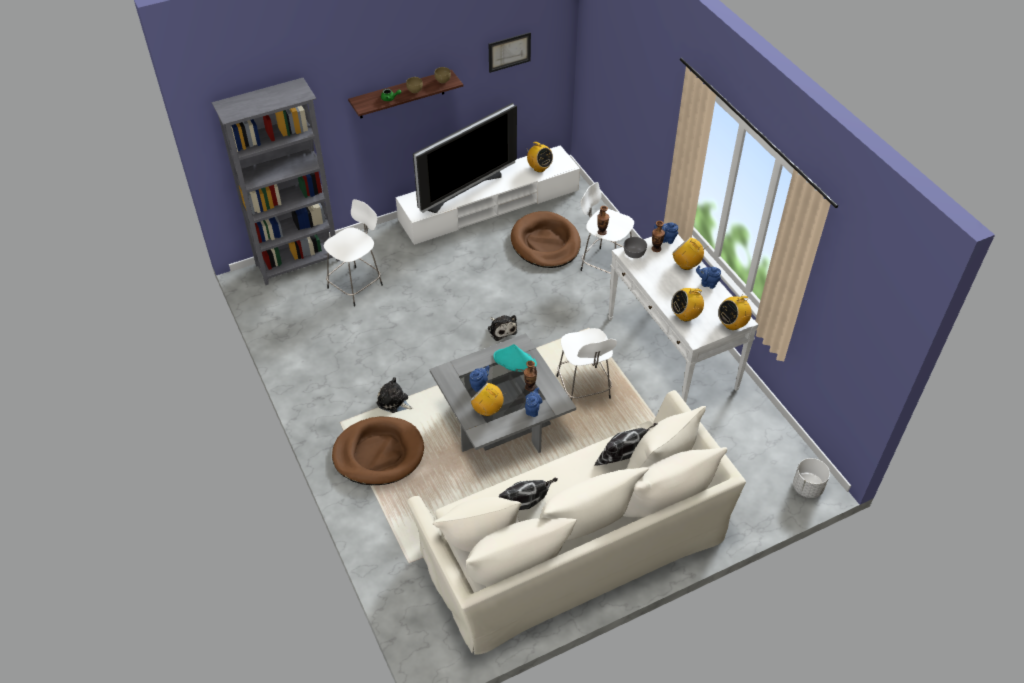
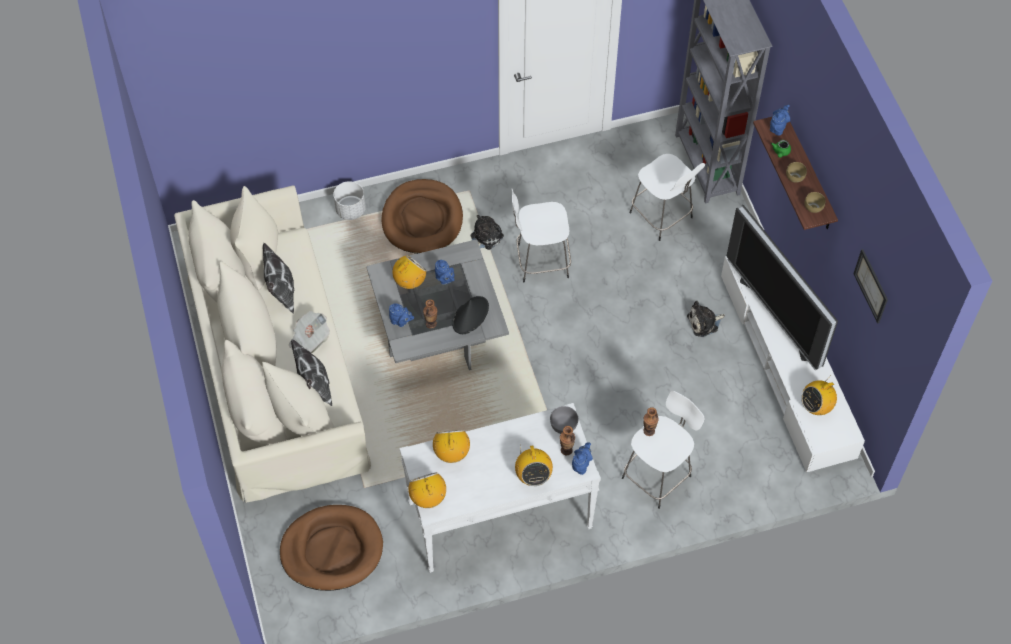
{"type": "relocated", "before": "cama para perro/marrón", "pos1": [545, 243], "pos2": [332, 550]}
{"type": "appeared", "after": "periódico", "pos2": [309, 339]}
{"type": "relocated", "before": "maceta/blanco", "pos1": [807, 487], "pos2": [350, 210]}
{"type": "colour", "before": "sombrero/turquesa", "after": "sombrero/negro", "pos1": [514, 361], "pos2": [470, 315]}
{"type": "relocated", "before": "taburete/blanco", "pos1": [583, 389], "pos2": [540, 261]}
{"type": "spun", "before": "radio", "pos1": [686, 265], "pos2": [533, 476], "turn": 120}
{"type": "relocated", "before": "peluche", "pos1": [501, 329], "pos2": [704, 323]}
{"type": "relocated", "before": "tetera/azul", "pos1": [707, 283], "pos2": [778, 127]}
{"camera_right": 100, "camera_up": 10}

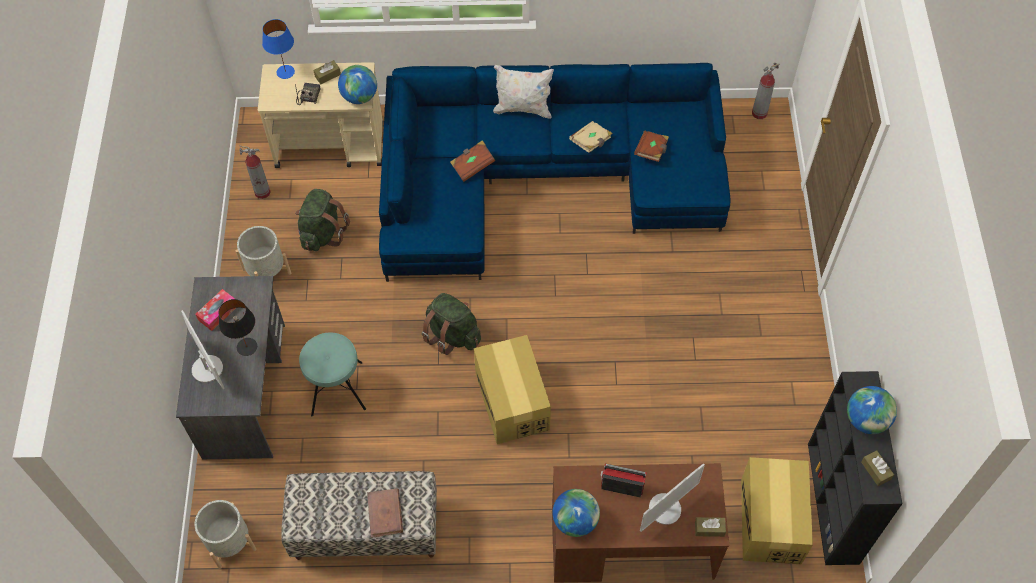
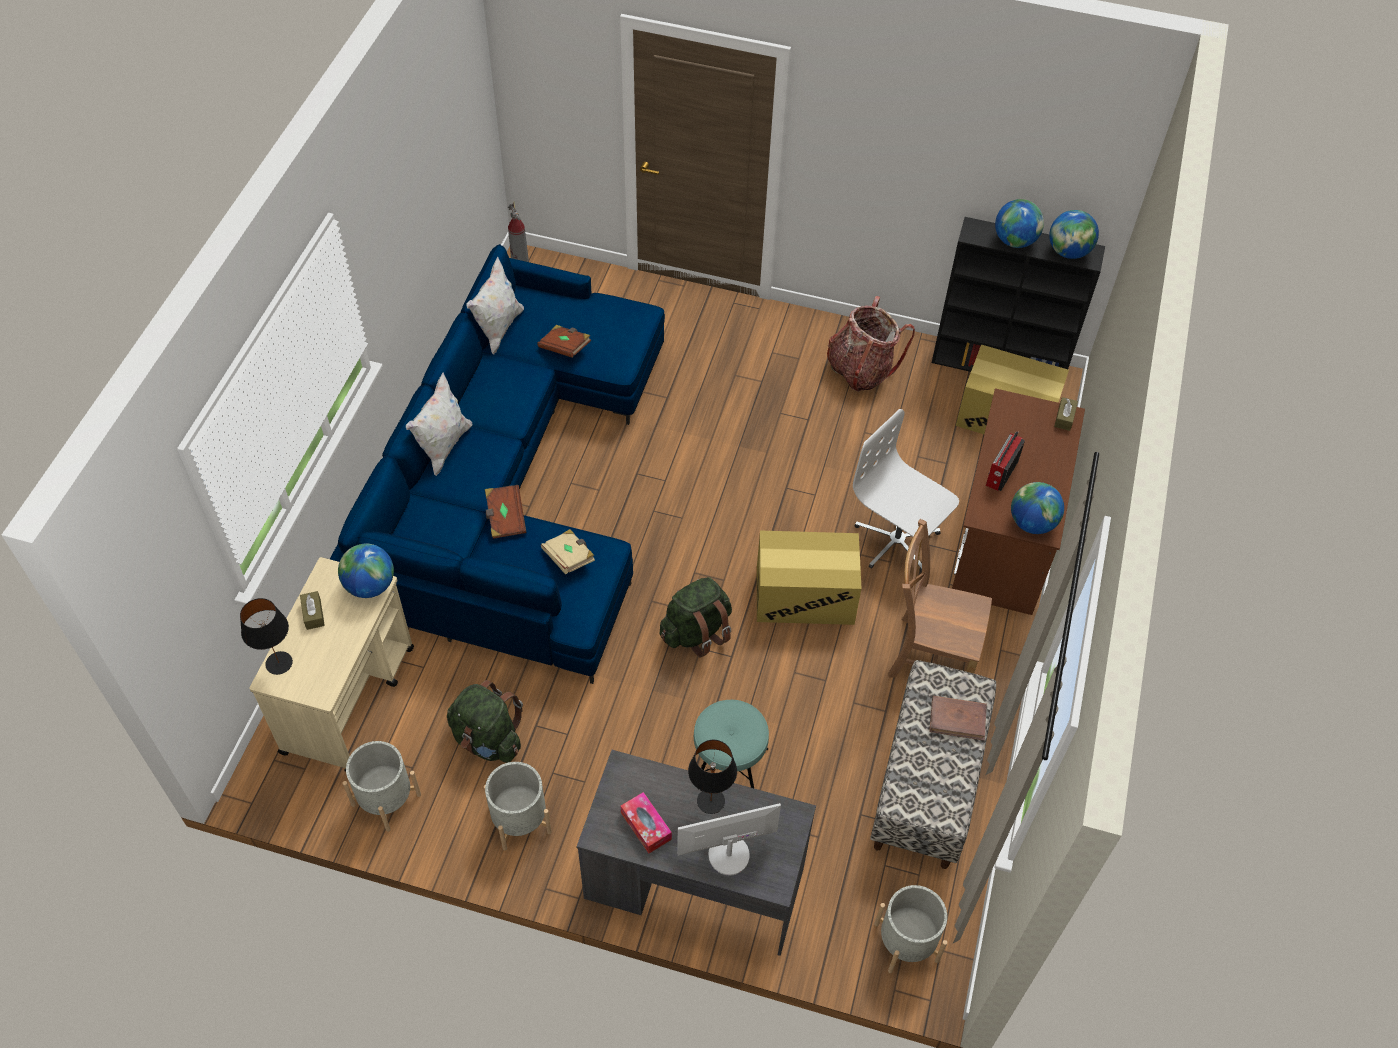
{"type": "colour", "before": "lámpara de mesa/azul", "after": "lámpara de mesa/negro", "pos1": [285, 72], "pos2": [278, 663]}
{"type": "exchanged", "before": "extintor", "after": "maceta/gris", "pos1": [262, 192], "pos2": [386, 799]}
{"type": "appeared", "after": "cojín/blanco", "pos2": [498, 329]}
{"type": "relocated", "before": "libro/beis", "pos1": [591, 142], "pos2": [569, 557]}
{"type": "appeared", "after": "mochila", "pos2": [861, 370]}
{"type": "appeared", "after": "silla de oficina/blanco", "pos2": [896, 541]}
{"type": "appeared", "after": "silla/marrón", "pos2": [929, 654]}
{"type": "exchanged", "before": "caja de pañuelos/marrón", "after": "globo terráqueo", "pos1": [875, 470], "pos2": [1068, 252]}
{"type": "missing", "before": "radio", "pos1": [308, 96]}
{"type": "missing", "before": "monitor", "pos1": [665, 509]}
{"camera_right": -75, "camera_up": -5}

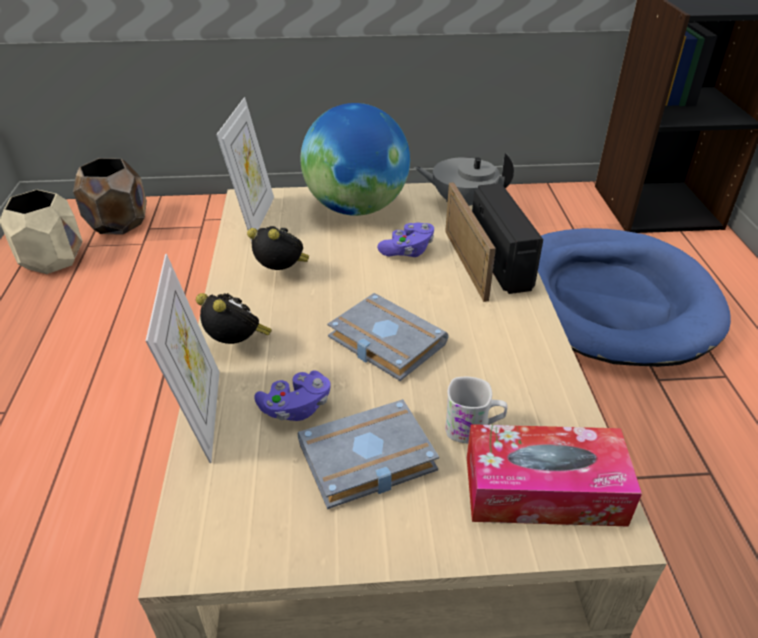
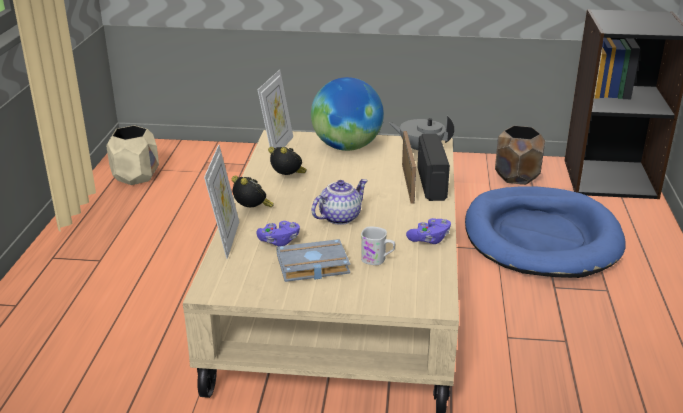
{"type": "exchanged", "before": "libro/gris", "after": "tetera", "pos1": [383, 342], "pos2": [339, 217]}
{"type": "relocated", "before": "mando de consola/morado", "pos1": [407, 251], "pos2": [429, 239]}
{"type": "relocated", "before": "maceta/marrón", "pos1": [119, 223], "pos2": [517, 176]}
{"type": "missing", "before": "caja de pañuelos", "pos1": [543, 490]}
{"camera_right": 10, "camera_up": -10}

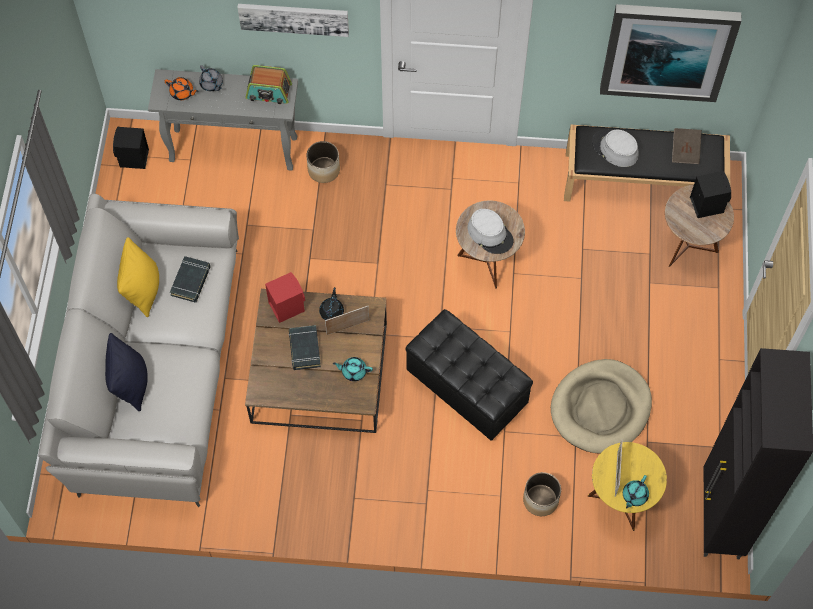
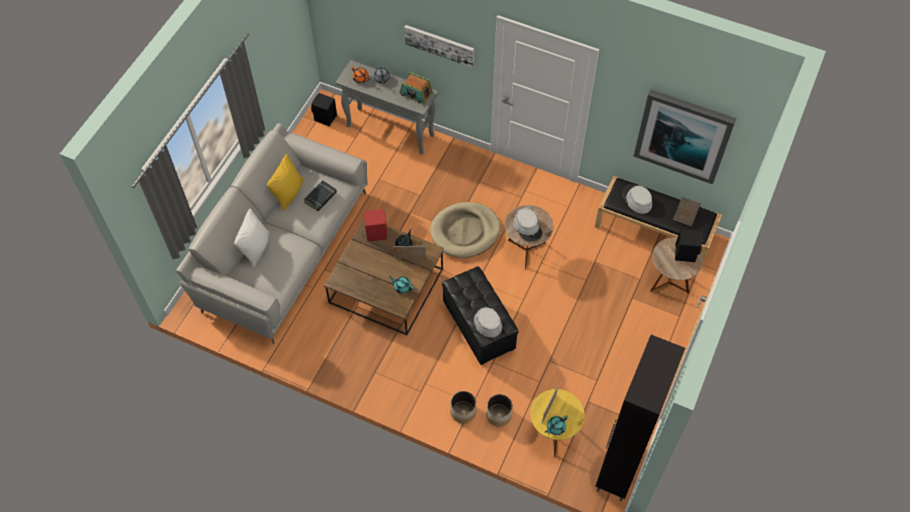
{"type": "colour", "before": "cojín/negro", "after": "cojín/blanco", "pos1": [131, 383], "pos2": [256, 248]}
{"type": "relocated", "before": "cama para perro/beis", "pos1": [600, 408], "pos2": [465, 231]}
{"type": "relocated", "before": "maceta", "pos1": [324, 170], "pos2": [463, 412]}
{"type": "appeared", "after": "sombrero/gris", "pos2": [485, 321]}
{"type": "missing", "before": "libro/negro", "pos1": [304, 349]}
{"camera_right": 20, "camera_up": -5}

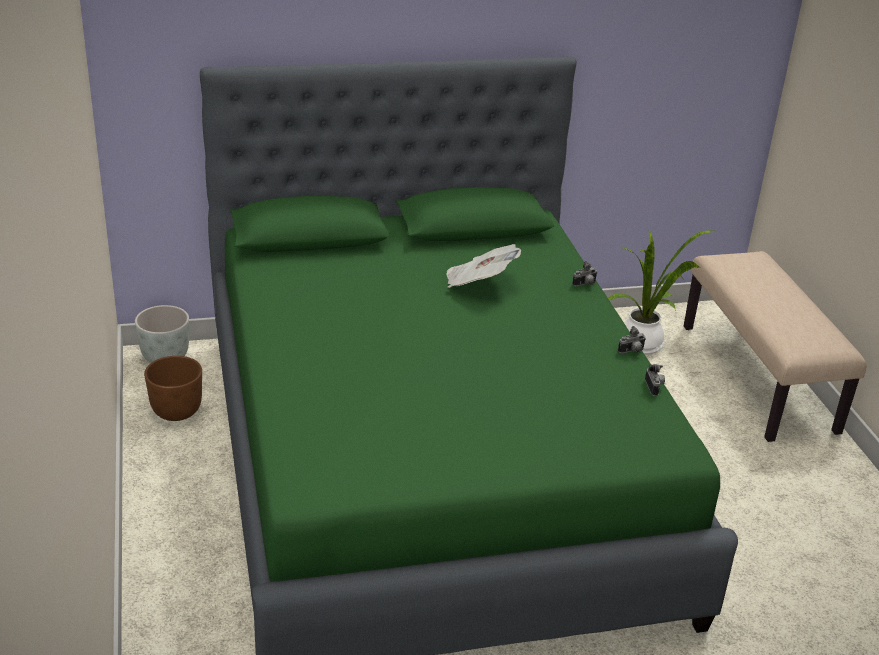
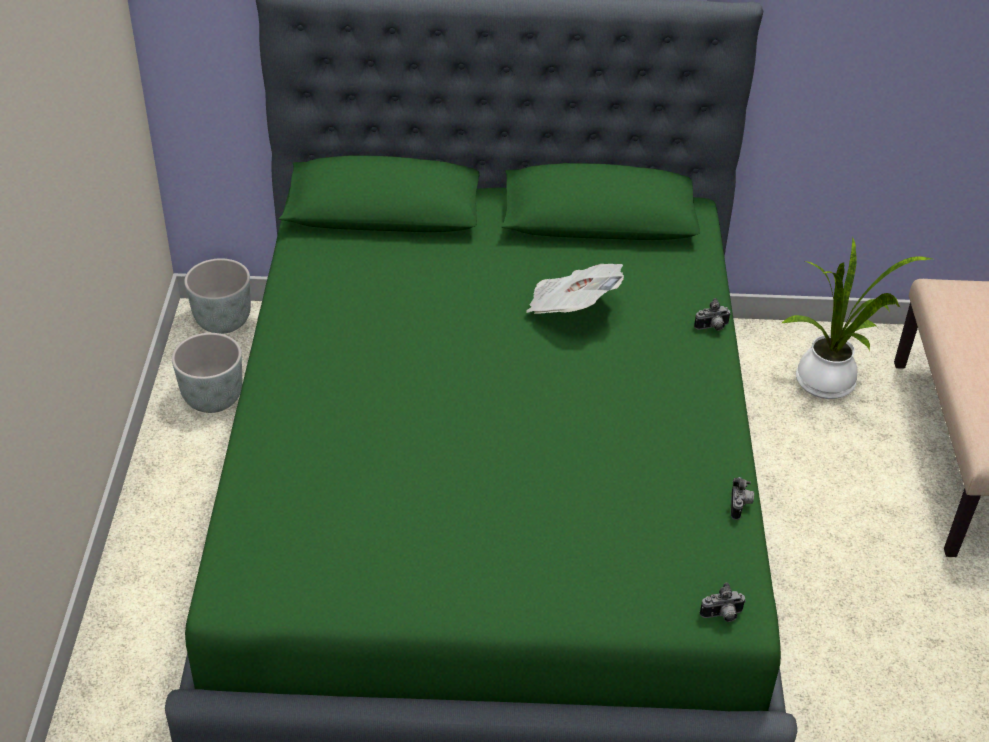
{"type": "colour", "before": "maceta/marrón", "after": "maceta/gris", "pos1": [176, 411], "pos2": [212, 399]}
{"type": "relocated", "before": "cámara", "pos1": [632, 351], "pos2": [722, 616]}
{"camera_right": 15, "camera_up": 10}

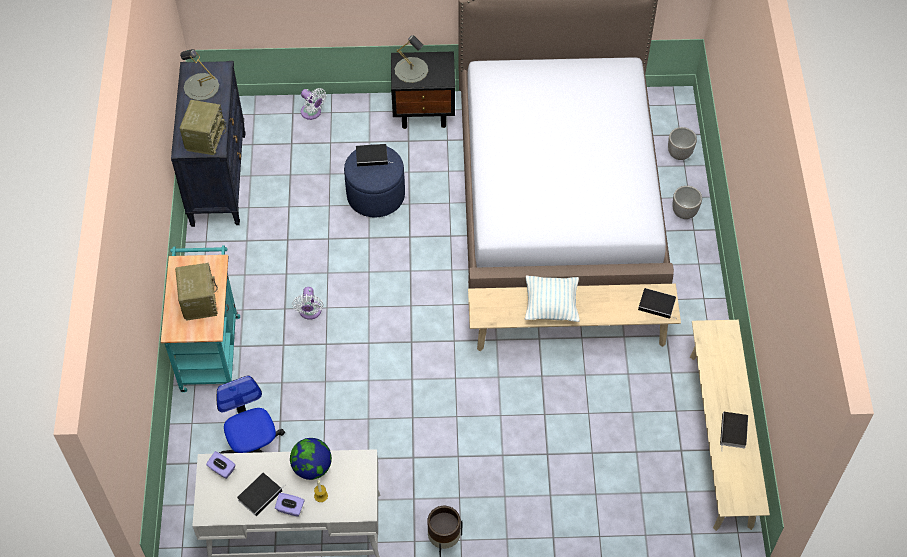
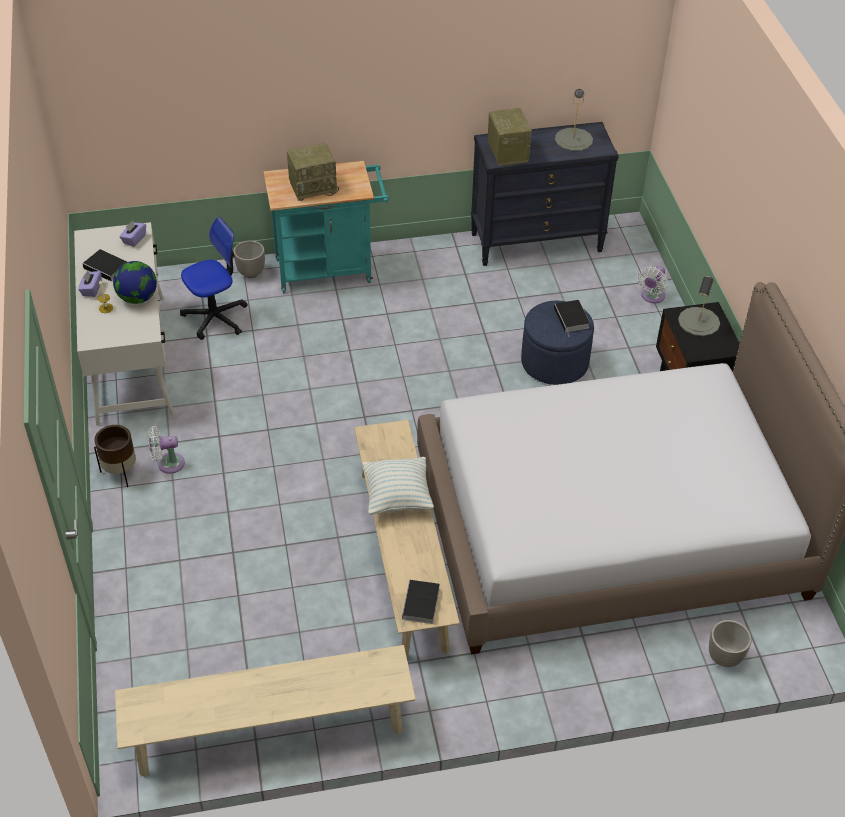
{"type": "relocated", "before": "ventilador/blanco", "pos1": [310, 312], "pos2": [167, 463]}
{"type": "relocated", "before": "maceta", "pos1": [684, 212], "pos2": [251, 272]}
{"type": "spun", "before": "radio", "pos1": [205, 138], "pos2": [507, 152], "turn": -105}
{"type": "missing", "before": "libro", "pos1": [733, 432]}
{"camera_right": 80, "camera_up": -10}

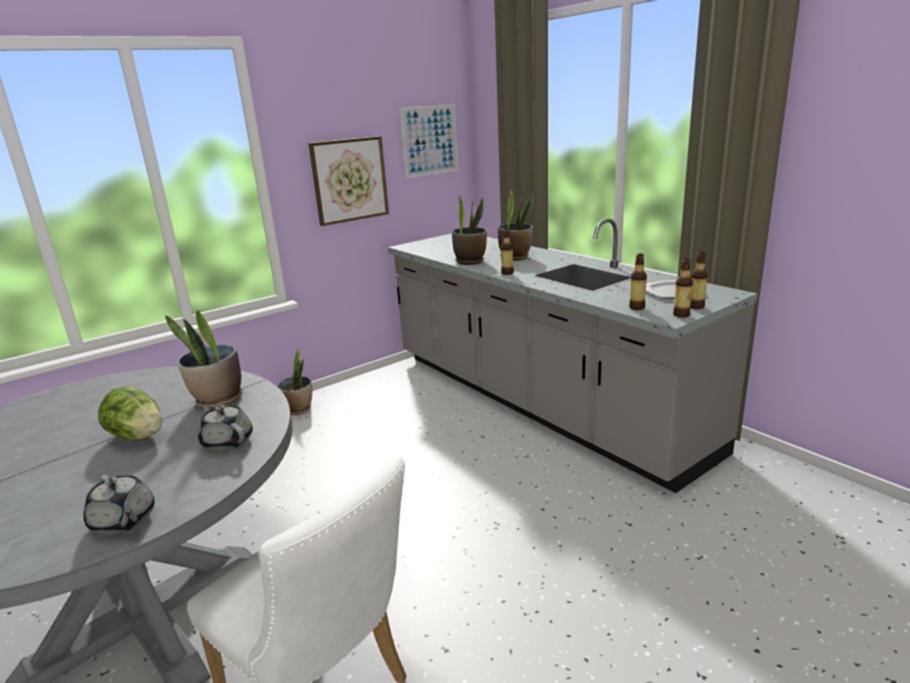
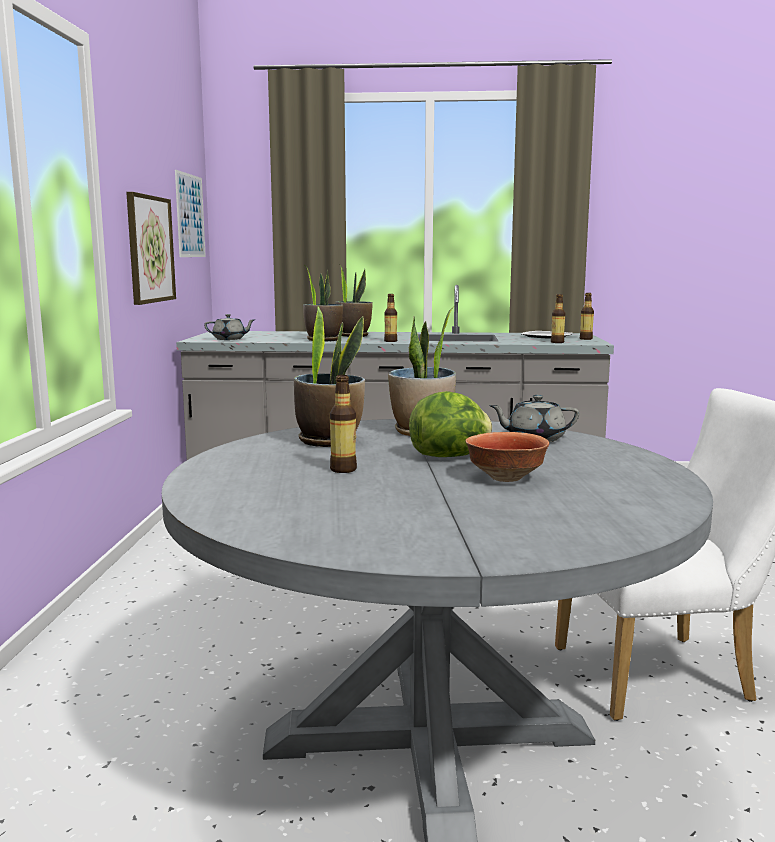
{"type": "relocated", "before": "tetera/gris", "pos1": [123, 521], "pos2": [230, 339]}
{"type": "relocated", "before": "planta en maceta", "pos1": [298, 409], "pos2": [329, 441]}
{"type": "relocated", "before": "botella", "pos1": [681, 315], "pos2": [343, 469]}
{"type": "appeared", "after": "cuenco", "pos2": [504, 478]}
{"camera_right": -50, "camera_up": -10}

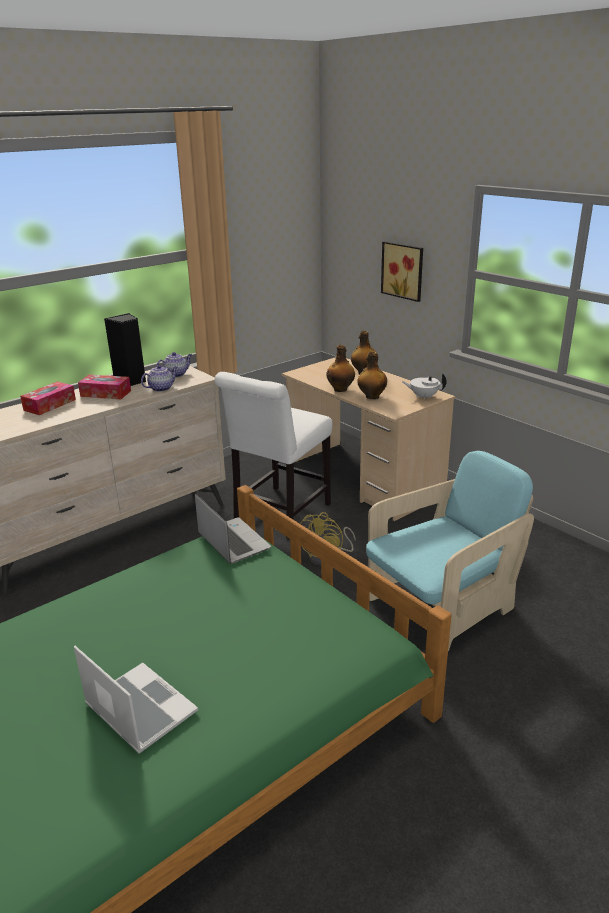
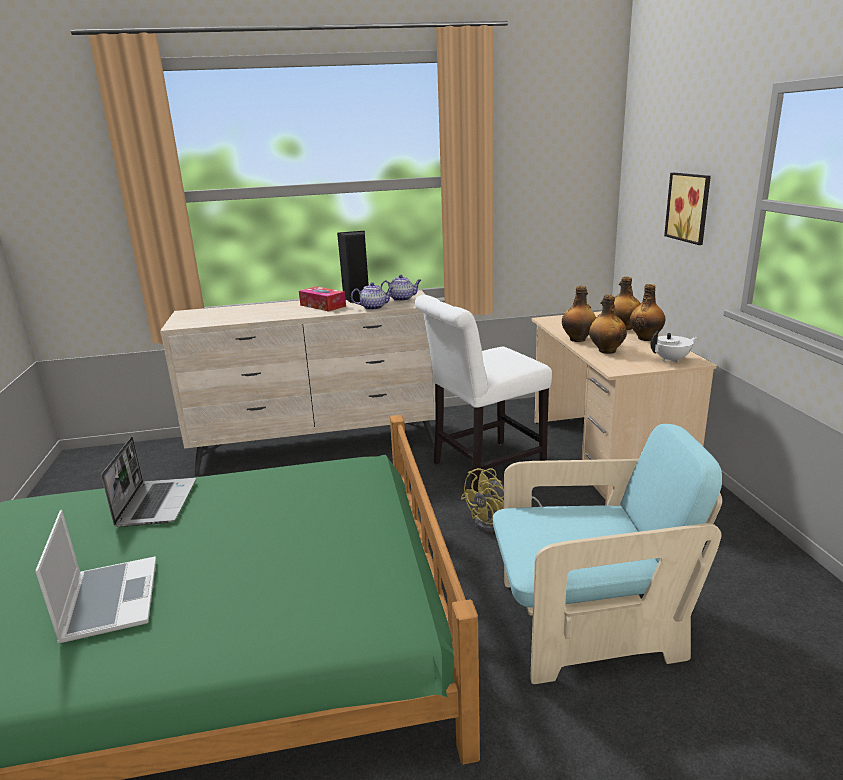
{"type": "relocated", "before": "portátil", "pos1": [232, 542], "pos2": [156, 503]}
{"type": "appeared", "after": "botella", "pos2": [646, 338]}
{"type": "spun", "before": "tetera/blanco", "pos1": [423, 397], "pos2": [671, 360], "turn": 120}
{"type": "missing", "before": "caja de pañuelos", "pos1": [50, 405]}
{"camera_right": 30, "camera_up": -5}

